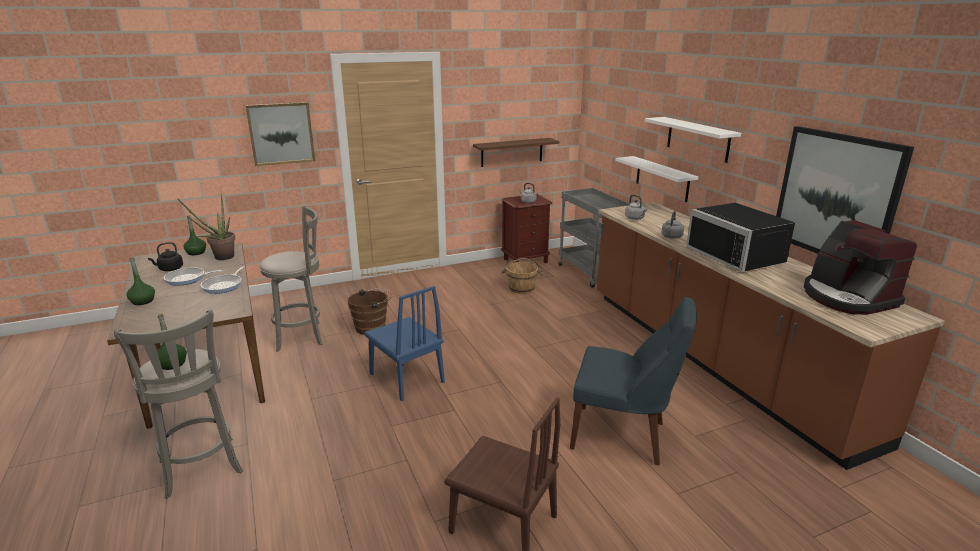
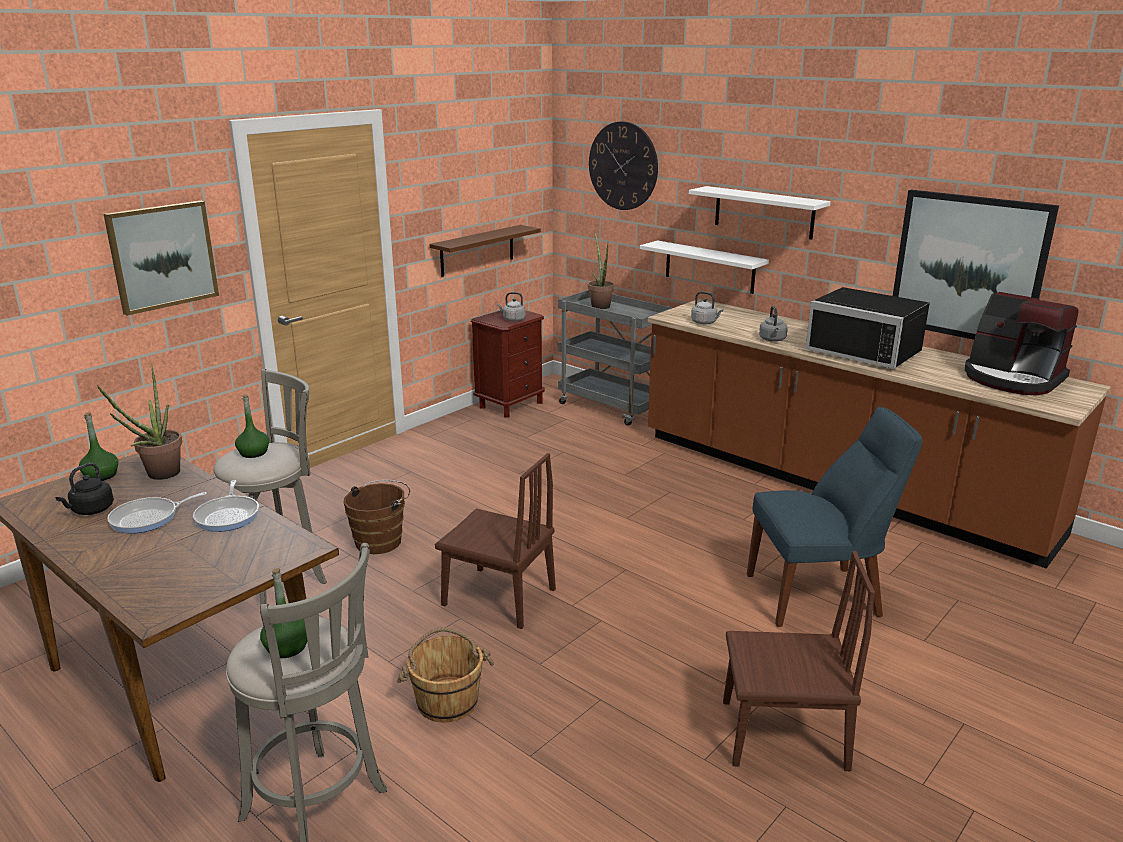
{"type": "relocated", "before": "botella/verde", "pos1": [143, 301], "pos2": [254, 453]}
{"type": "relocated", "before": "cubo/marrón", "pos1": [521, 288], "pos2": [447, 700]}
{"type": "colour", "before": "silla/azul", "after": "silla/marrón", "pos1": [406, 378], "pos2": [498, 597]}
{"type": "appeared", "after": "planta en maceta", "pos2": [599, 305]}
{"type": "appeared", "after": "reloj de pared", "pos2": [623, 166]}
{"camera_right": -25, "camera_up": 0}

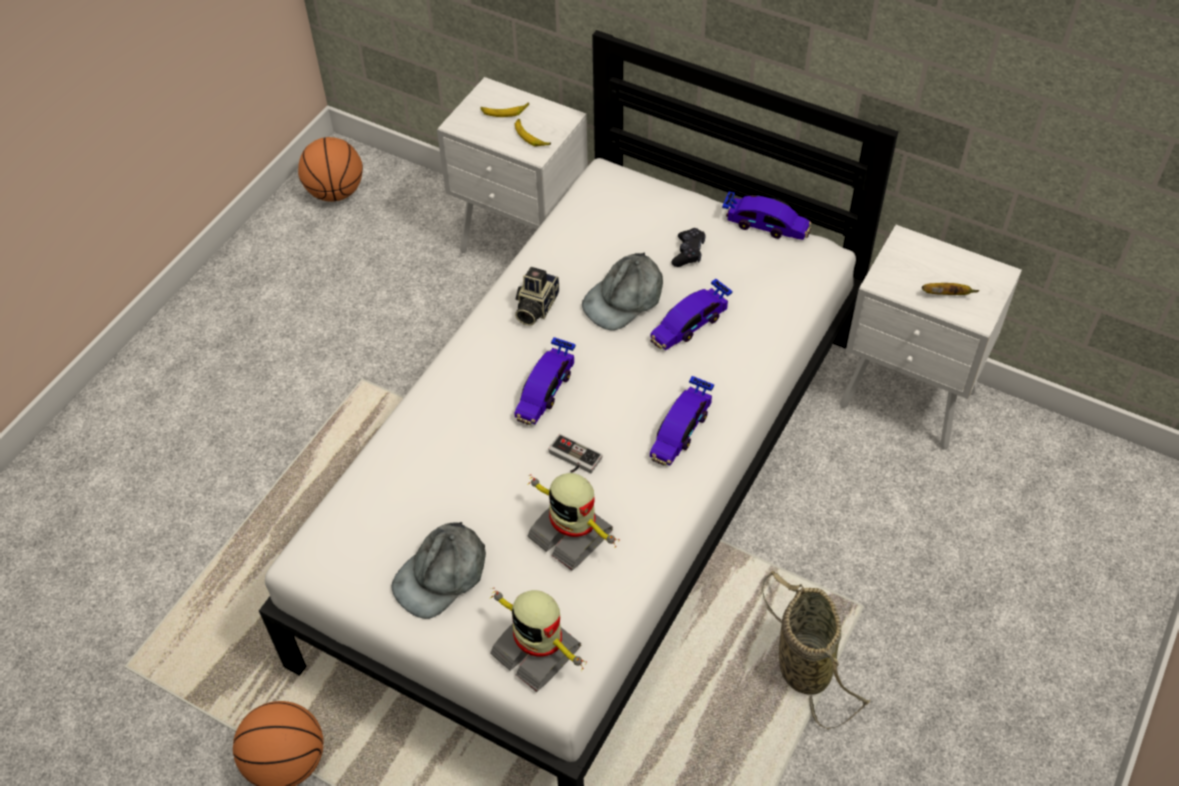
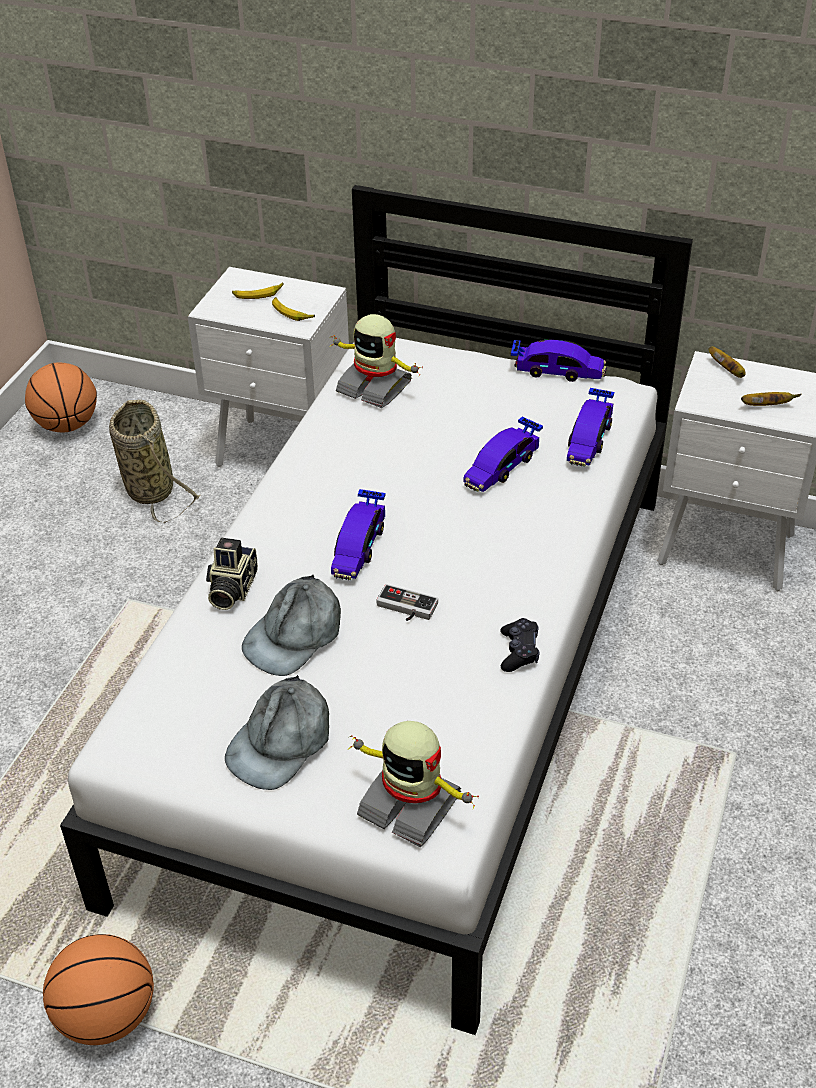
{"type": "relocated", "before": "cesta", "pos1": [802, 663], "pos2": [148, 487]}
{"type": "relocated", "before": "cámara", "pos1": [535, 307], "pos2": [231, 589]}
{"type": "relocated", "before": "gorra/gris", "pos1": [624, 298], "pos2": [295, 635]}
{"type": "relocated", "before": "robot de juguete", "pos1": [572, 533], "pos2": [375, 386]}
{"type": "relocated", "before": "mando de consola/negro", "pos1": [688, 252], "pos2": [519, 651]}
{"type": "relocated", "before": "coche de juguete", "pos1": [681, 430], "pos2": [589, 438]}
{"type": "appeared", "after": "plátano", "pos2": [728, 371]}
{"camera_right": -10, "camera_up": -10}

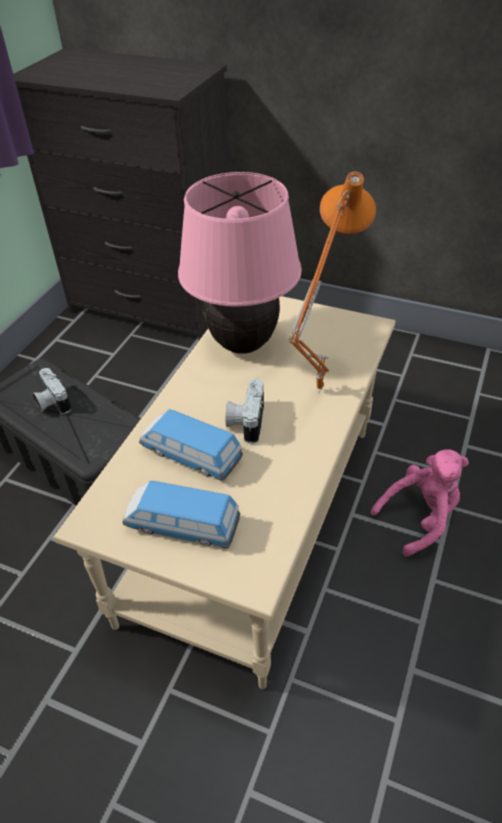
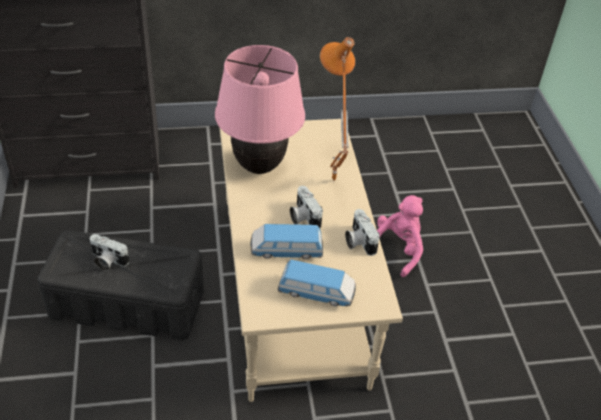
{"type": "spun", "before": "coche de juguete", "pos1": [182, 525], "pos2": [316, 292], "turn": -150}
{"type": "appeared", "after": "cámara", "pos2": [358, 241]}
{"camera_right": -35, "camera_up": 0}

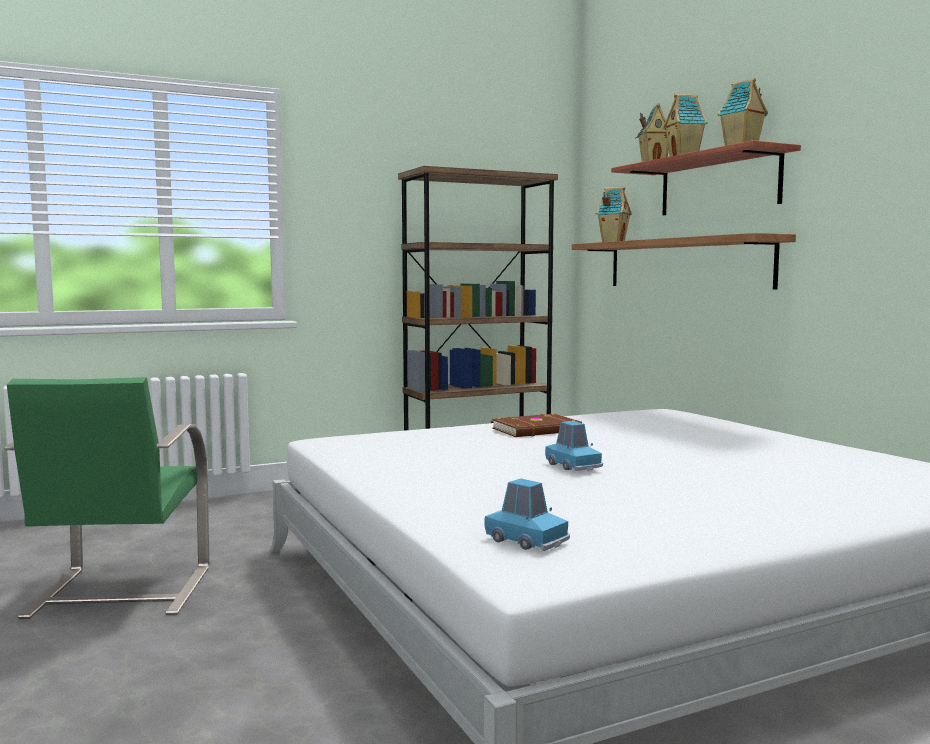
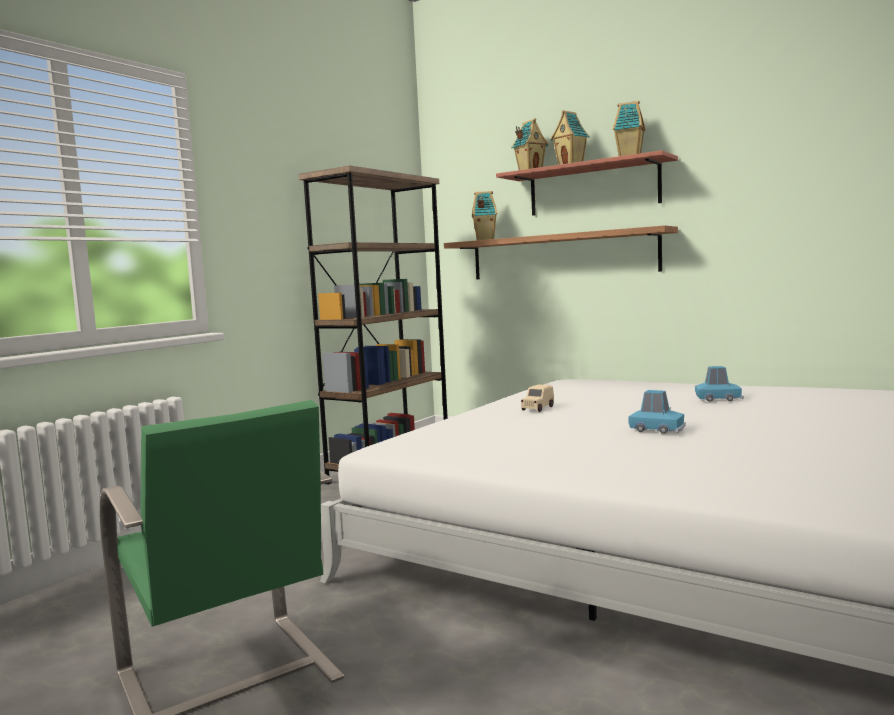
{"type": "exchanged", "before": "libro/marrón", "after": "coche de juguete/beis", "pos1": [538, 430], "pos2": [537, 408]}
{"type": "relocated", "before": "coche de juguete/azul", "pos1": [526, 540], "pos2": [718, 399]}
{"camera_right": -30, "camera_up": 0}

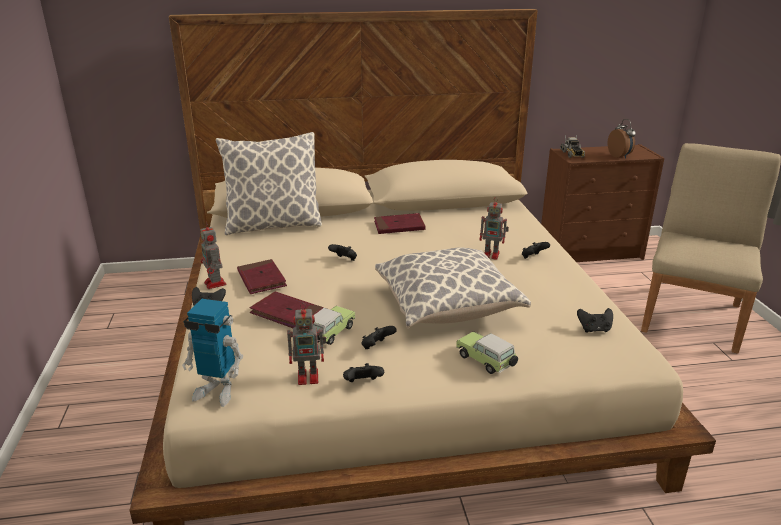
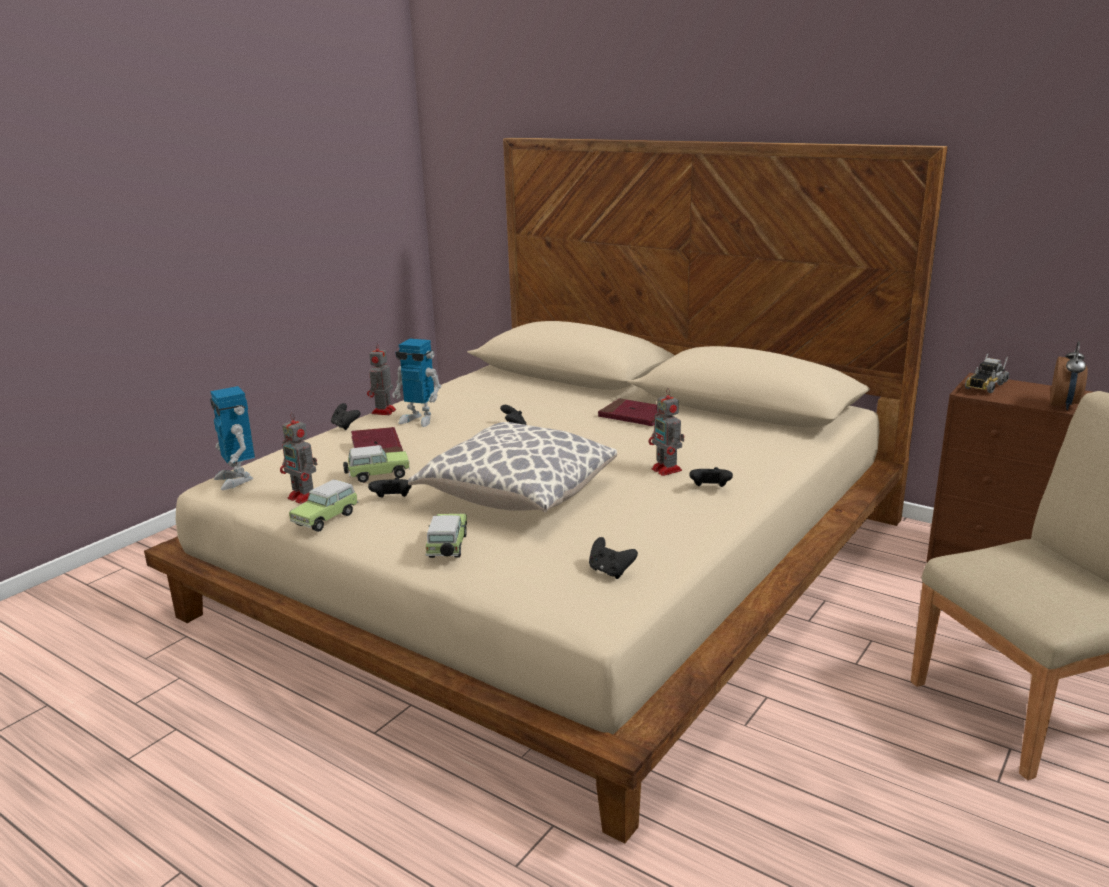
{"type": "exchanged", "before": "mando de consola/negro", "after": "coche de juguete", "pos1": [363, 384], "pos2": [327, 518]}
{"type": "exchanged", "before": "libro/rojo", "after": "robot de juguete", "pos1": [261, 279], "pos2": [419, 419]}
{"type": "missing", "before": "cojín", "pos1": [273, 225]}
{"camera_right": 45, "camera_up": -5}

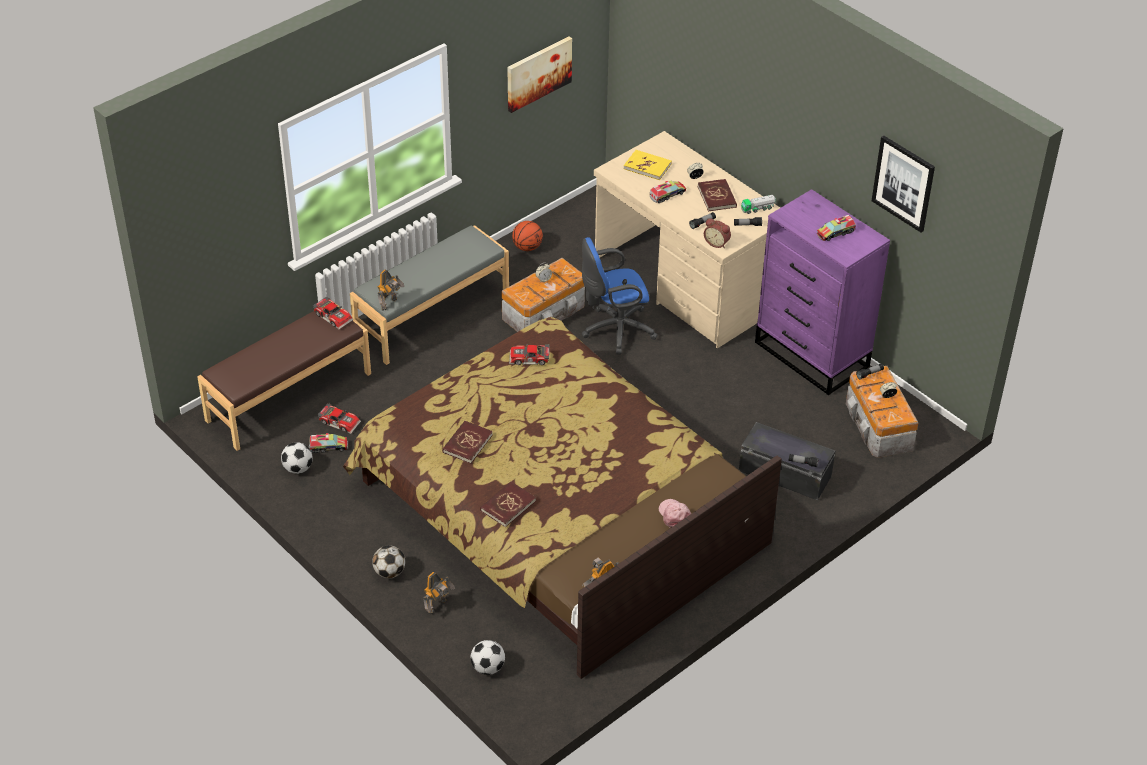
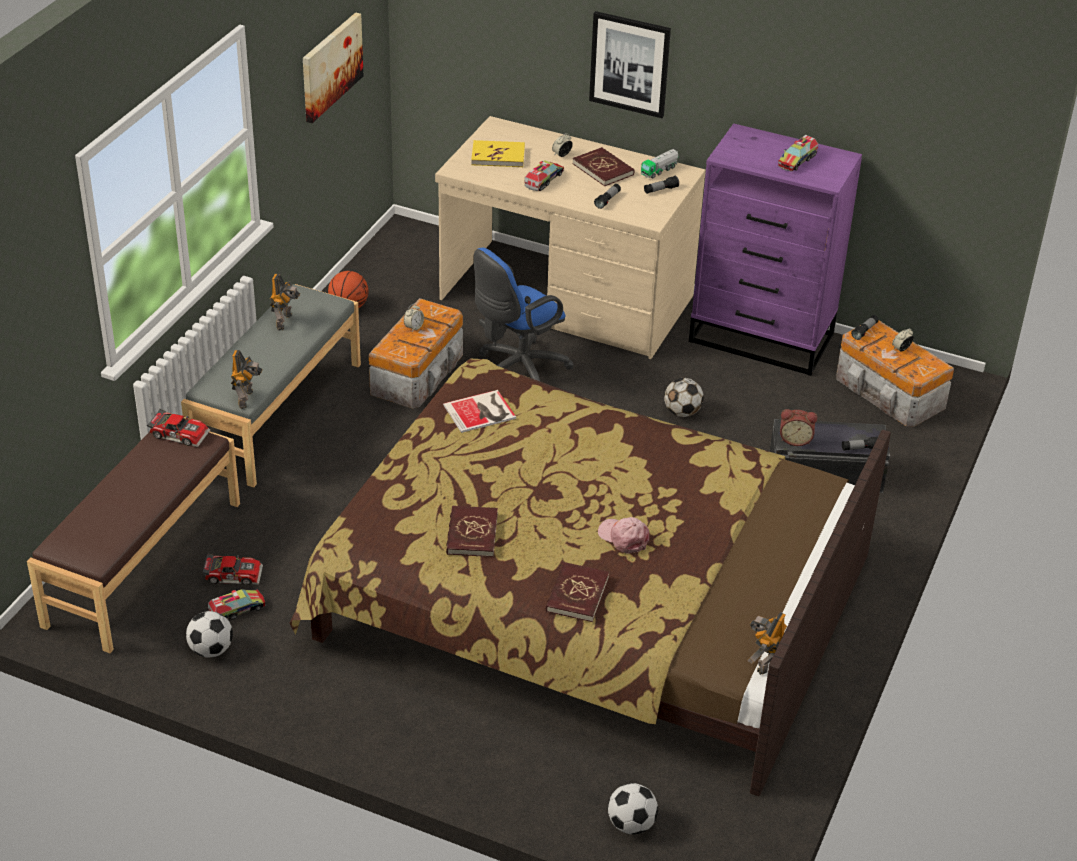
{"type": "relocated", "before": "robot de juguete", "pos1": [438, 606], "pos2": [285, 322]}
{"type": "exchanged", "before": "coche de juguete", "after": "libro", "pos1": [529, 359], "pos2": [481, 412]}
{"type": "relocated", "before": "cuadro", "pos1": [903, 183], "pos2": [630, 64]}
{"type": "relocated", "before": "gorra/rosa", "pos1": [674, 515], "pos2": [623, 537]}
{"type": "relocated", "before": "balón de fútbol", "pos1": [389, 572], "pos2": [682, 412]}
{"type": "relocated", "before": "despertador", "pos1": [717, 242], "pos2": [795, 439]}
{"camera_right": -25, "camera_up": -5}

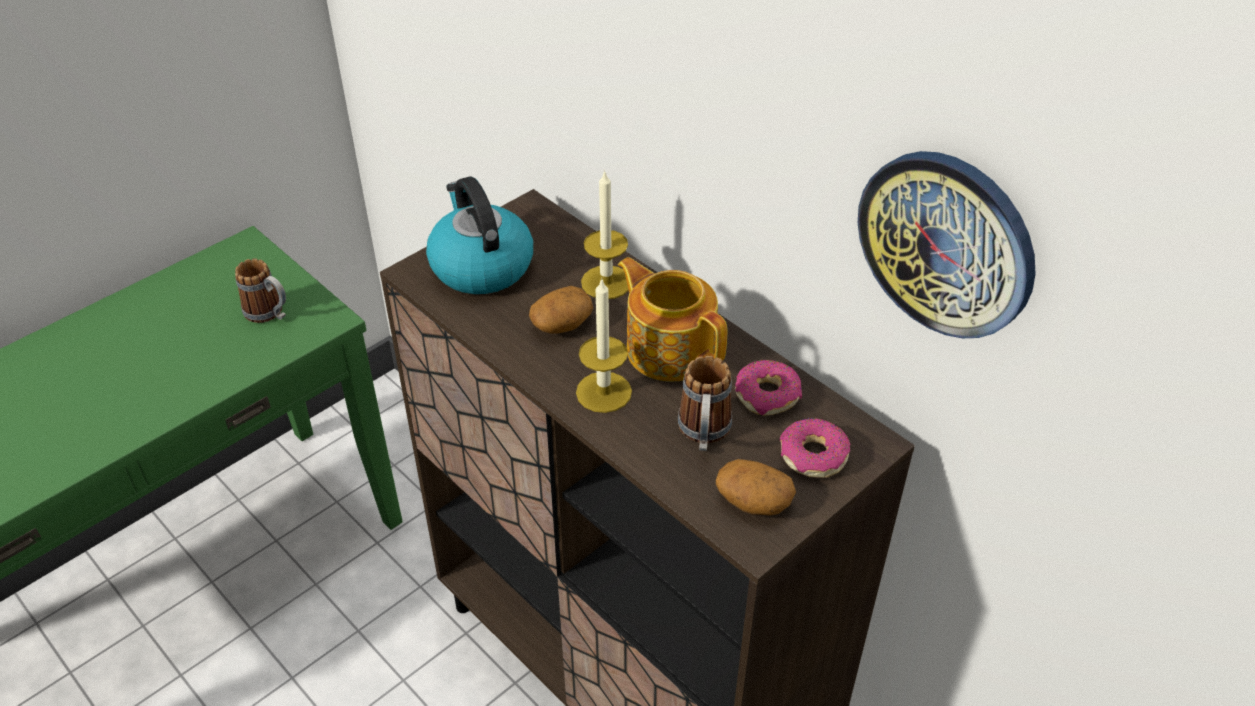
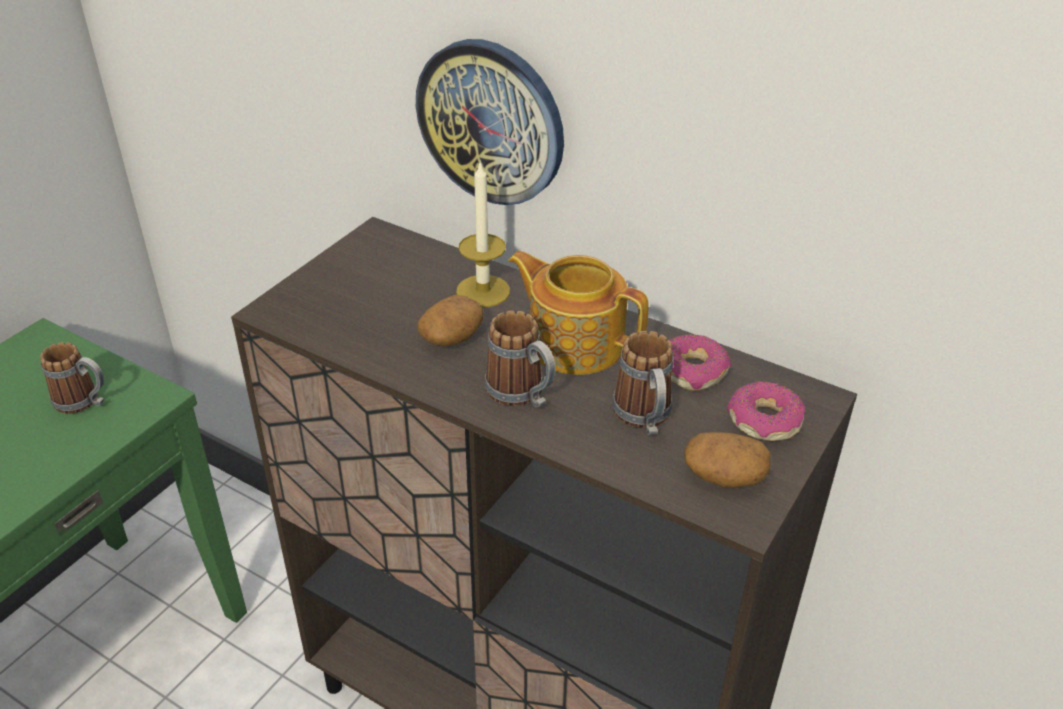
{"type": "relocated", "before": "reloj de pared", "pos1": [946, 243], "pos2": [491, 122]}
{"type": "exchanged", "before": "vela", "after": "taza grande", "pos1": [604, 392], "pos2": [522, 396]}
{"type": "missing", "before": "hervidor", "pos1": [480, 266]}
{"camera_right": -15, "camera_up": -5}

